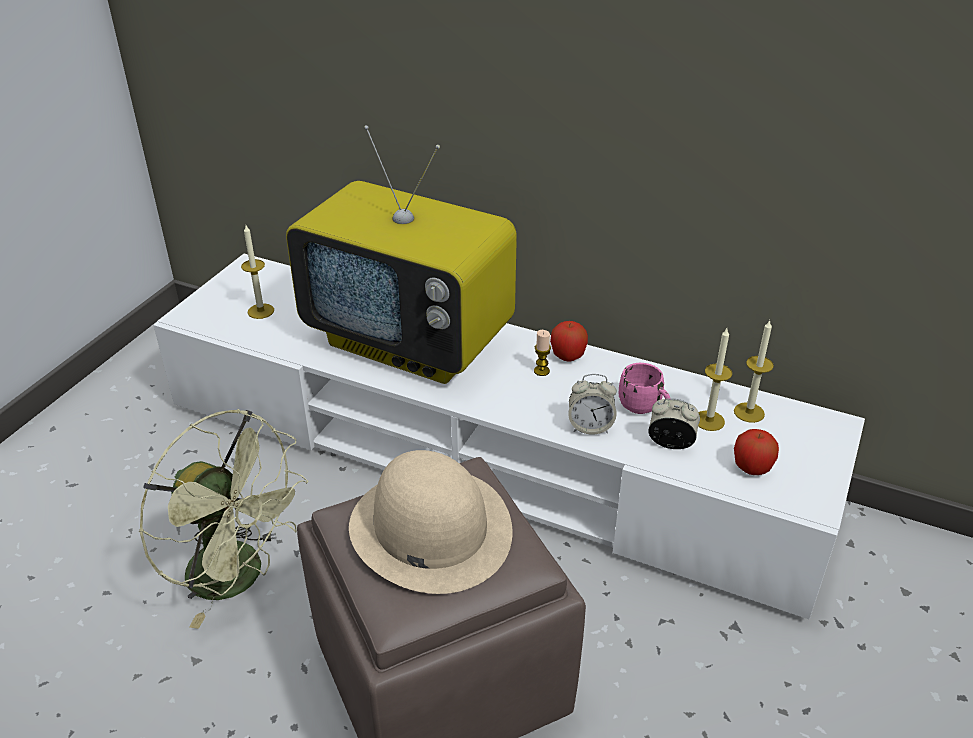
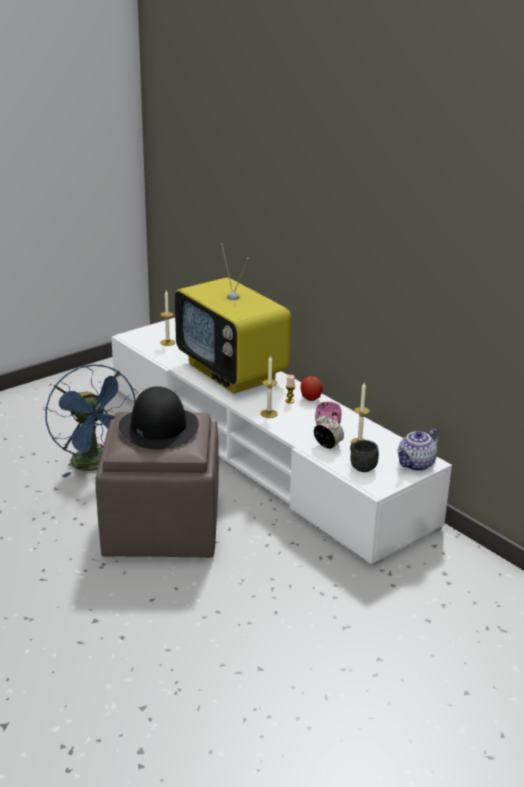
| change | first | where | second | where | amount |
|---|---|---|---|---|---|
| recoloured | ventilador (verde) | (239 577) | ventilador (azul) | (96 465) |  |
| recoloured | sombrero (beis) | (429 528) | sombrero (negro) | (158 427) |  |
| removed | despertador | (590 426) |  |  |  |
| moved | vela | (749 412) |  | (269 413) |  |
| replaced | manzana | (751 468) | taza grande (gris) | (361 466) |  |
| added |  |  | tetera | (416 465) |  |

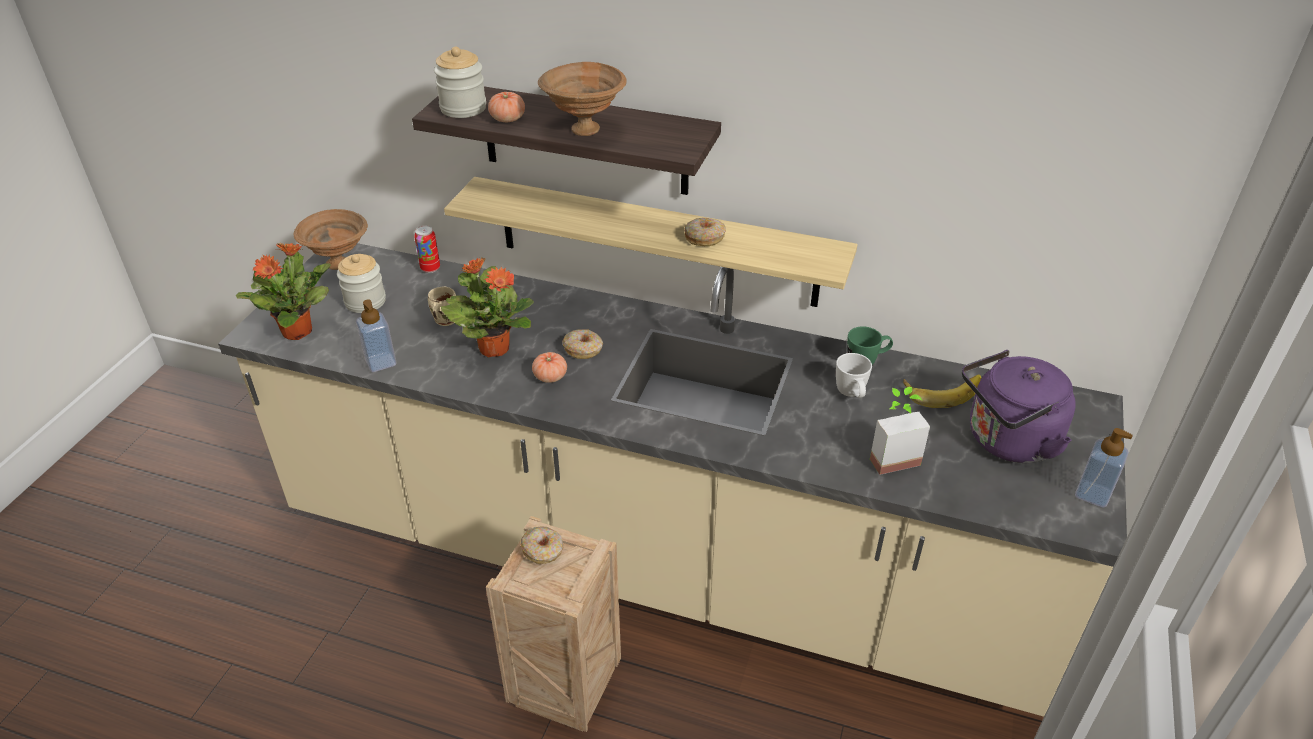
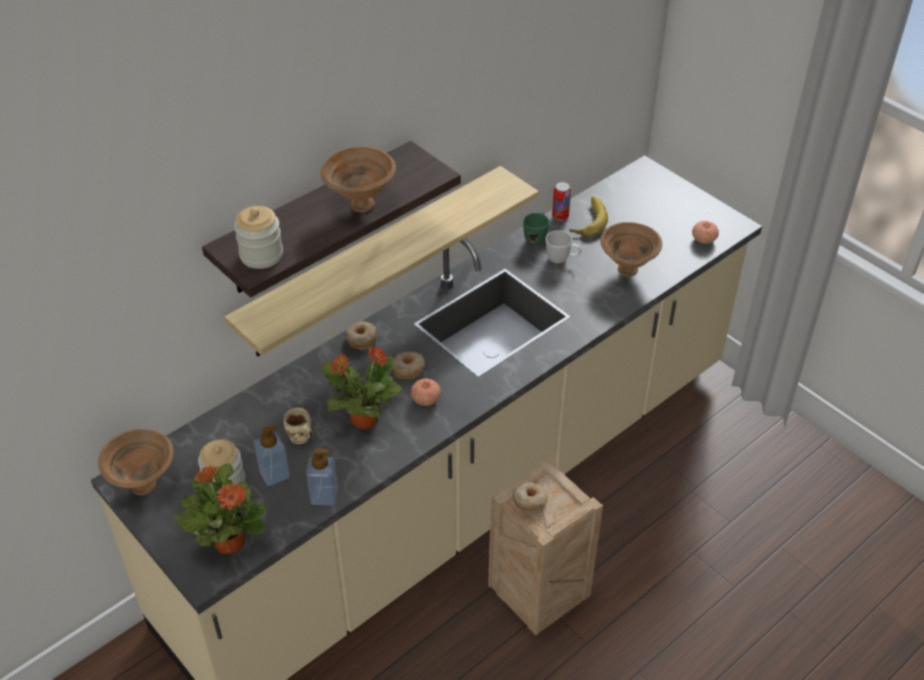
| change | first | where | second | where | amount |
|---|---|---|---|---|---|
| moved | lata | (430 268) |  | (560 216) |  |
| moved | tomate | (507 119) |  | (704 239) |  |
| moved | rosquilla | (704 237) |  | (361 339) |  |
| replaced | planta en maceta | (890 455) | cuenco (marrón) | (628 271) |  |
| removed | hervidor (morado) | (1007 441) |  |  |  |
| moved | dispensador de jabón | (1092 494) |  | (274 474) |  |

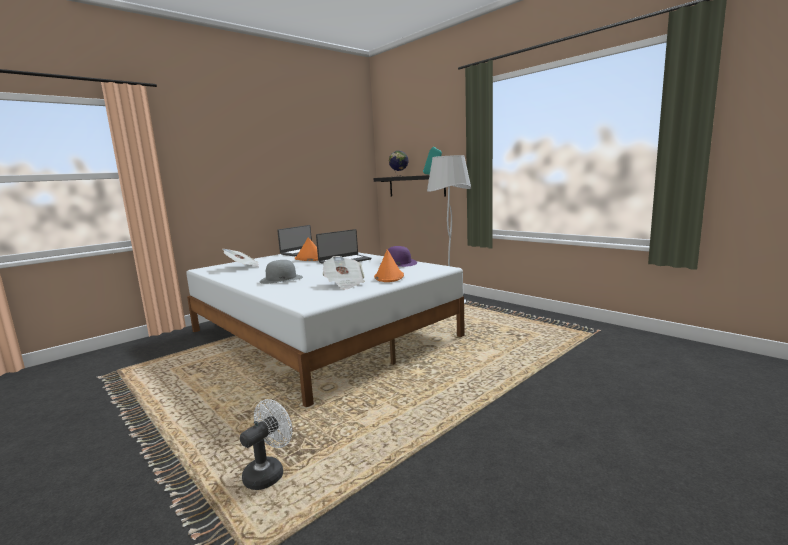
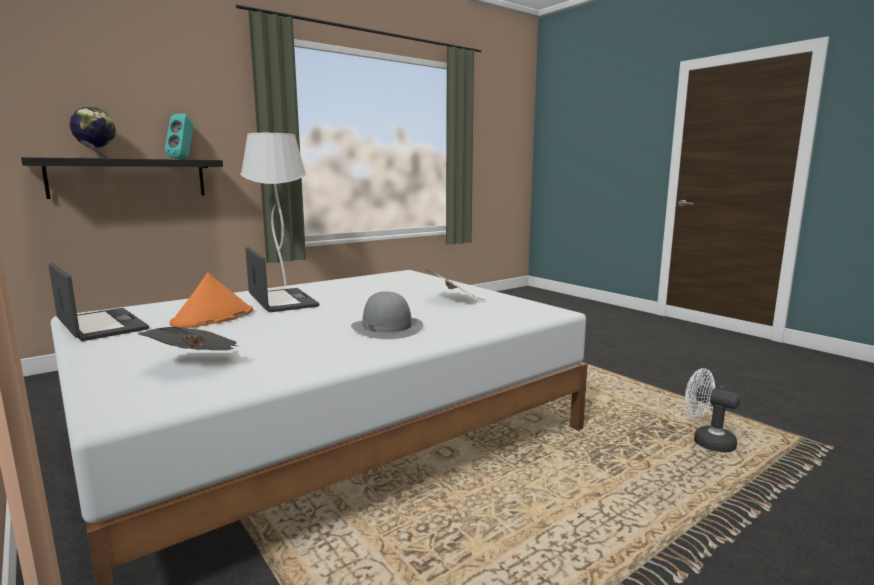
| change | first | where | second | where | amount |
|---|---|---|---|---|---|
| removed | sombrero (naranja) | (389 277) |  |  |  |
| removed | sombrero (morado) | (398 263) |  |  |  |

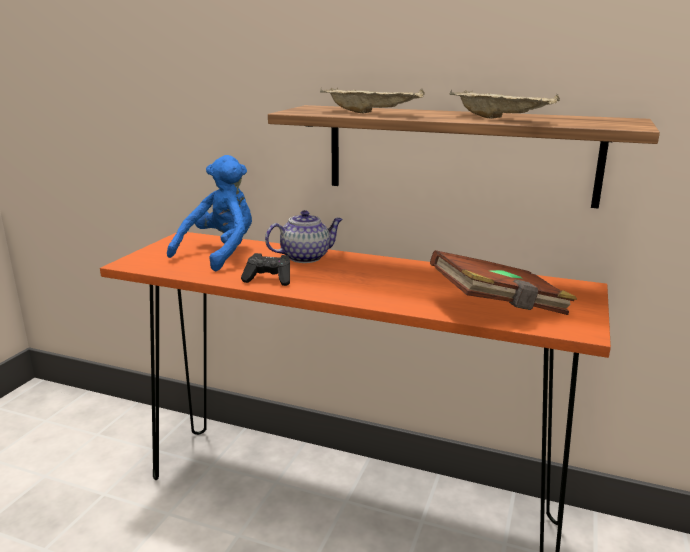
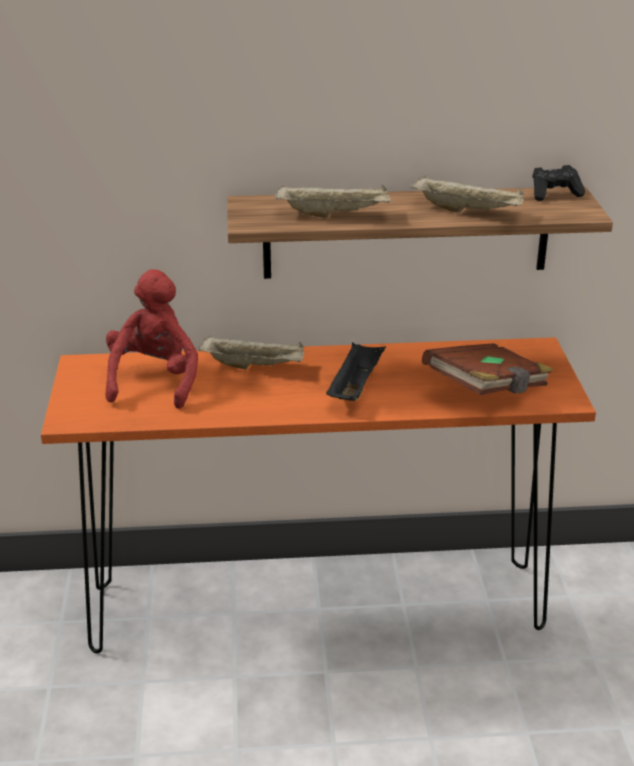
| change | first | where | second | where | amount |
|---|---|---|---|---|---|
| recoloured | peluche (azul) | (220 253) | peluche (rojo) | (155 380) |  |
| moved | mando de consola (negro) | (269 279) |  | (554 194) |  |
| replaced | tetera | (306 257) | bandeja (beis) | (254 365) |  |
| added |  |  | bandeja (negro) | (355 387) |  |

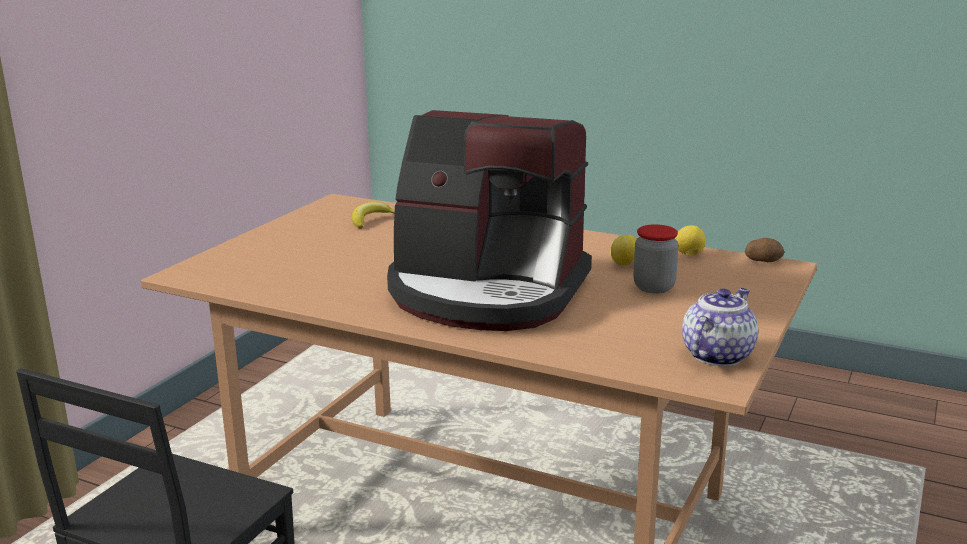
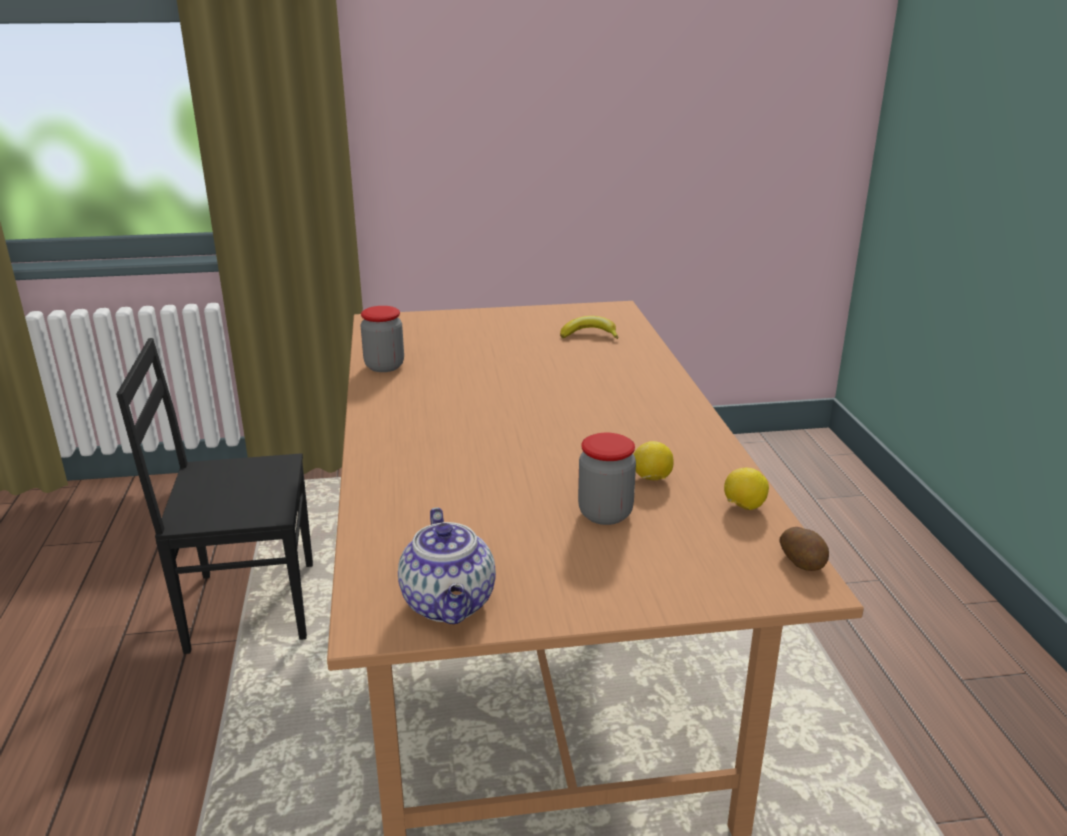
| change | first | where | second | where | amount |
|---|---|---|---|---|---|
| removed | cafetera | (487 292) |  |  |  |
| turned | tetera | (717 355) |  | (450 604) | 75 degrees clockwise |
| added |  |  | tarro | (384 366) |  |

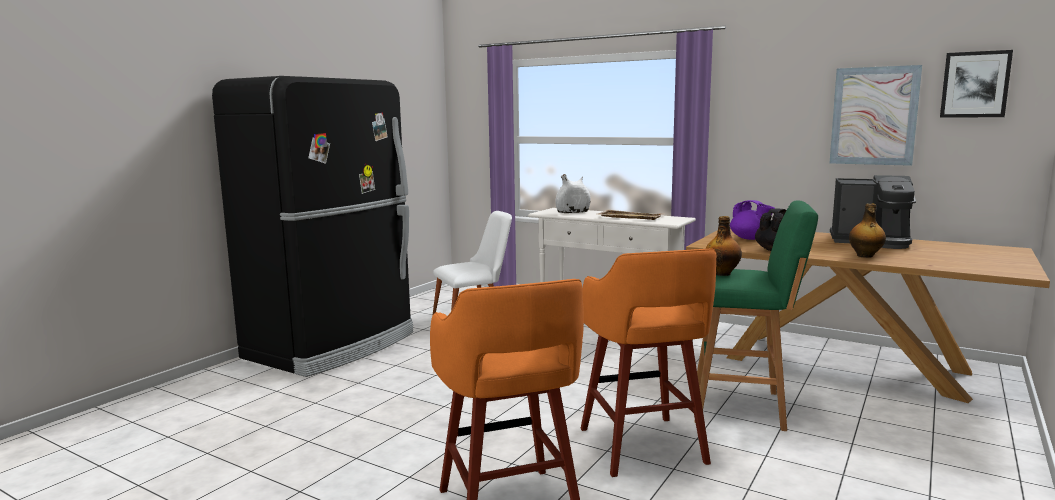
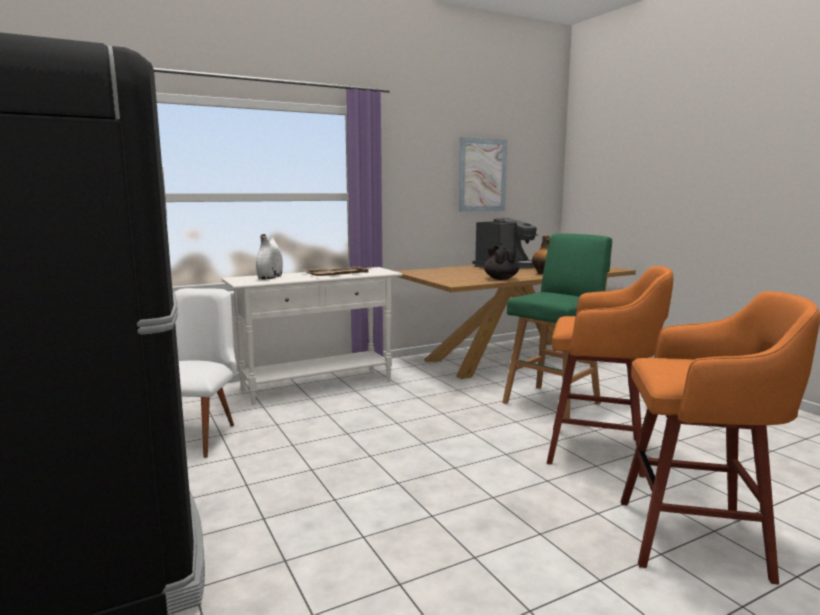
| change | first | where | second | where | amount |
|---|---|---|---|---|---|
| removed | botella | (722 273) |  |  |  |
| removed | tetera (morado) | (750 238) |  |  |  |
| removed | cuadro | (975 84) |  |  |  |

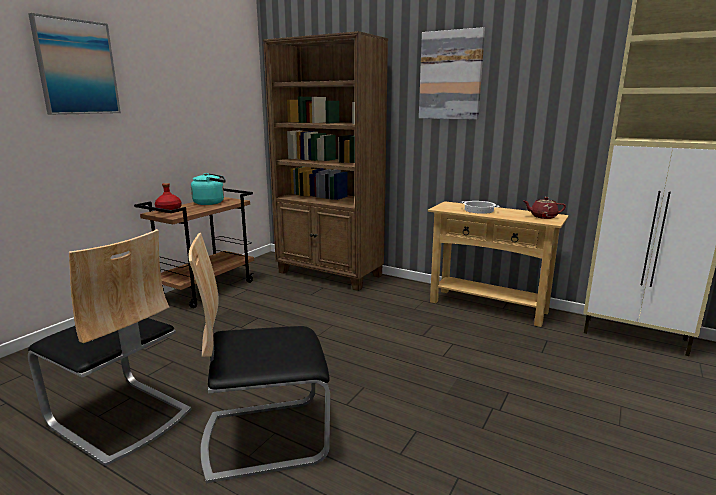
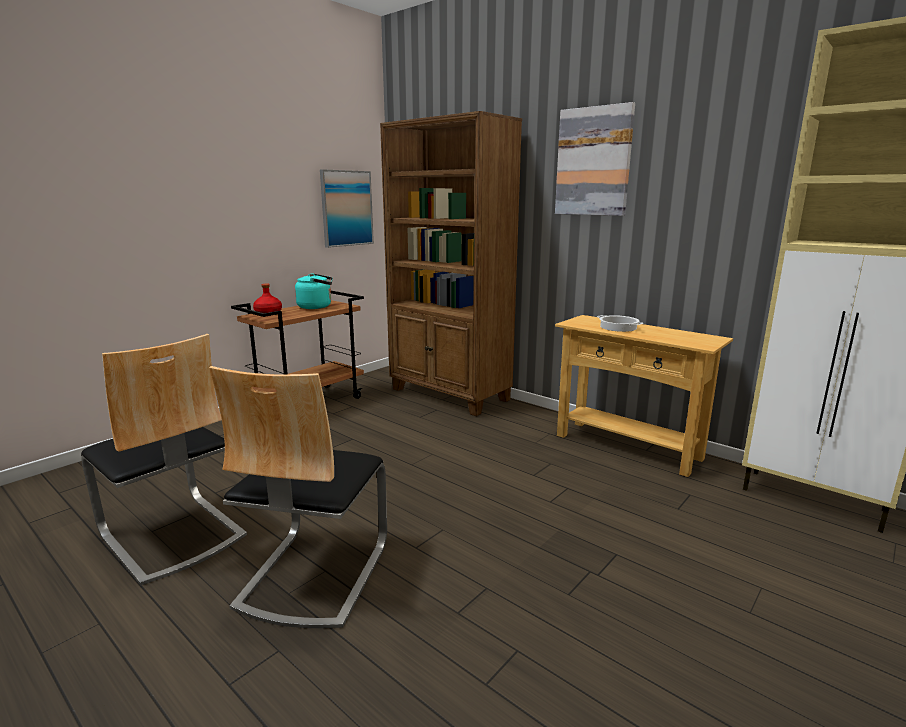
| change | first | where | second | where | amount |
|---|---|---|---|---|---|
| moved | cuadro | (76 67) |  | (346 208) |  |
| turned | silla | (265 436) |  | (313 573) | 75 degrees counterclockwise |
| removed | tetera (rojo) | (543 217) |  |  |  |

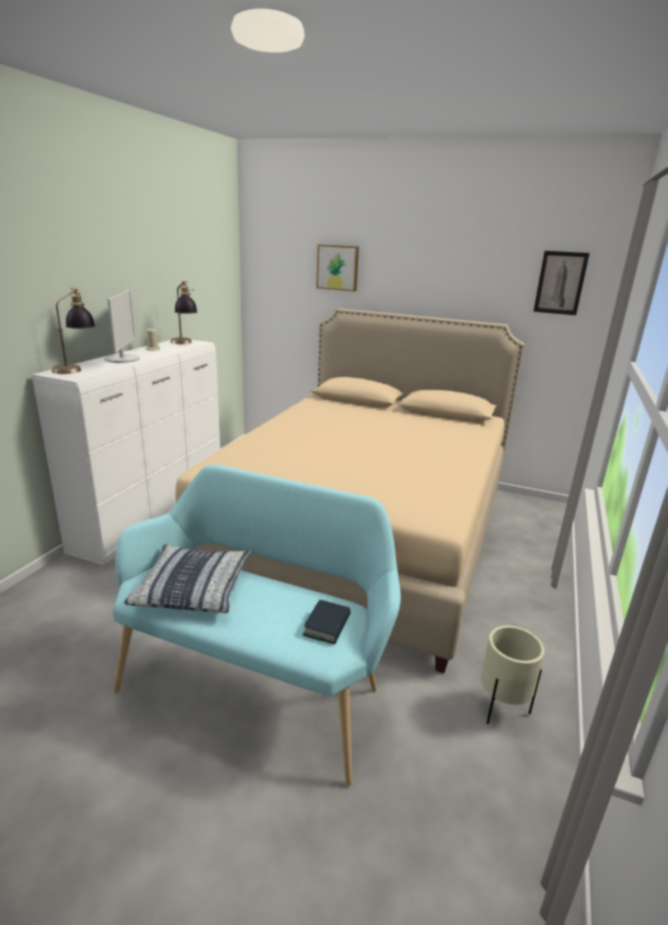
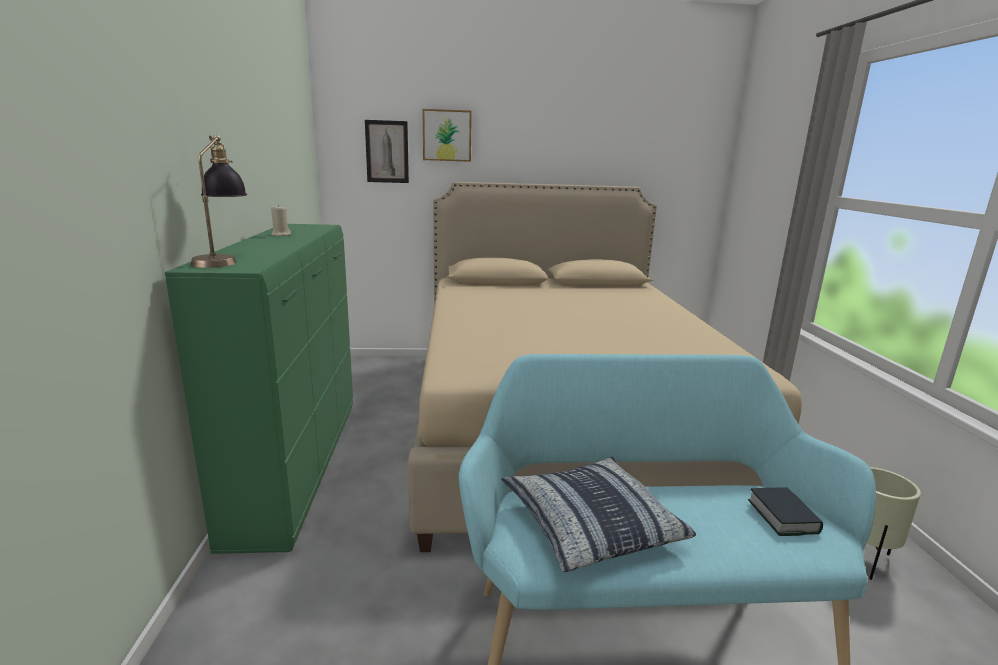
| change | first | where | second | where | amount |
|---|---|---|---|---|---|
| recoloured | cómoda (blanco) | (155 515) | cómoda (verde) | (300 466) |  |
| removed | monitor | (122 359) |  |  |  |
| removed | lámpara de mesa | (184 344) |  |  |  |
| moved | cuadro | (560 283) |  | (387 152) |  |

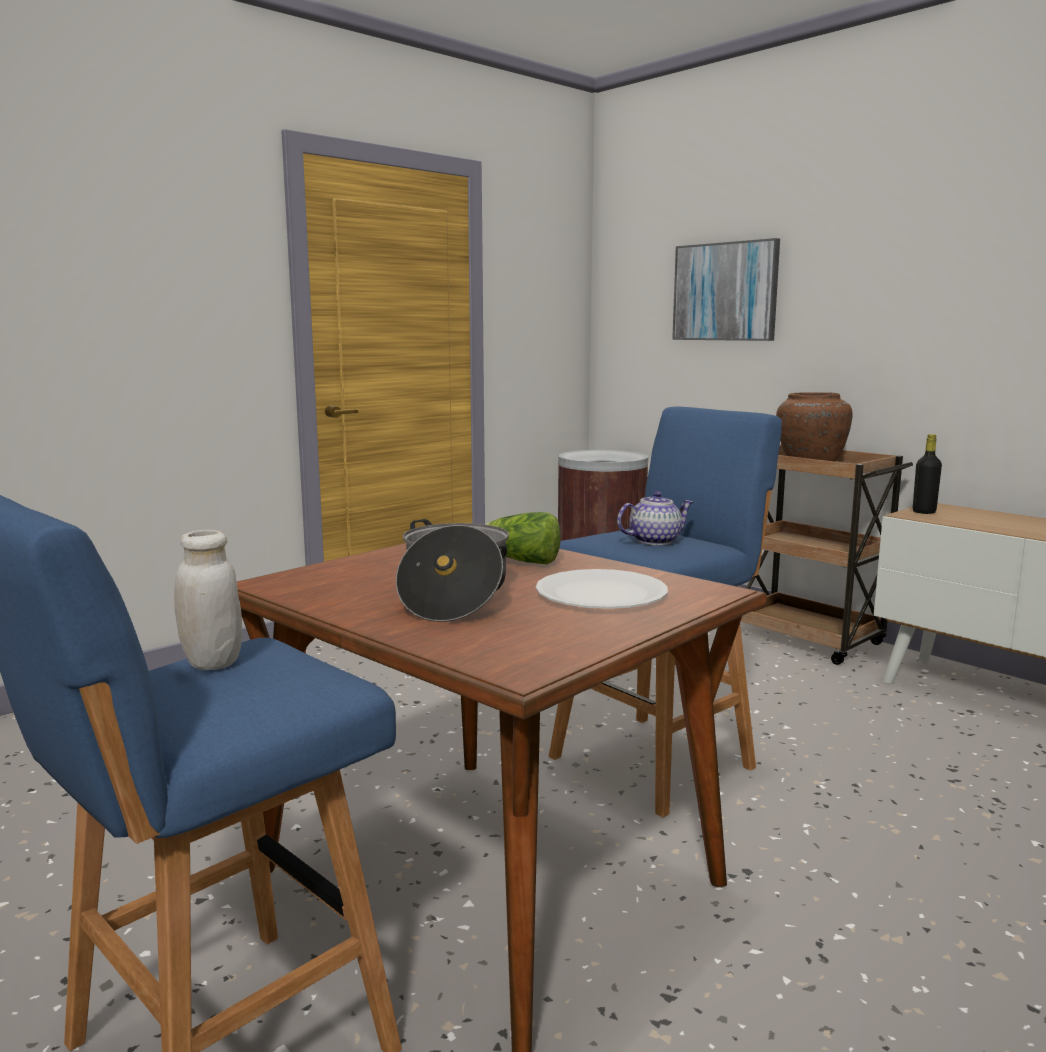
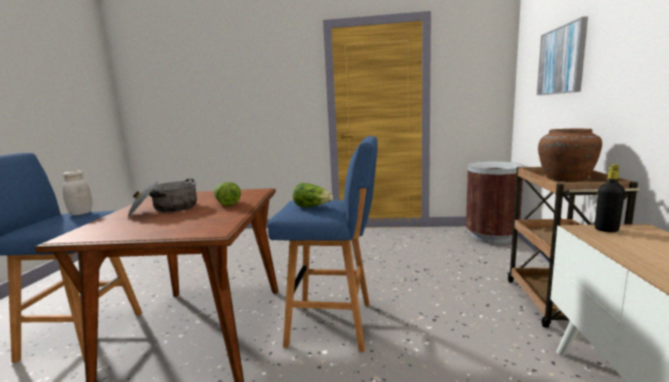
| change | first | where | second | where | amount |
|---|---|---|---|---|---|
| removed | plato (blanco) | (601 593) |  |  |  |
| replaced | tetera | (654 541) | lechuga | (312 207) |  |

